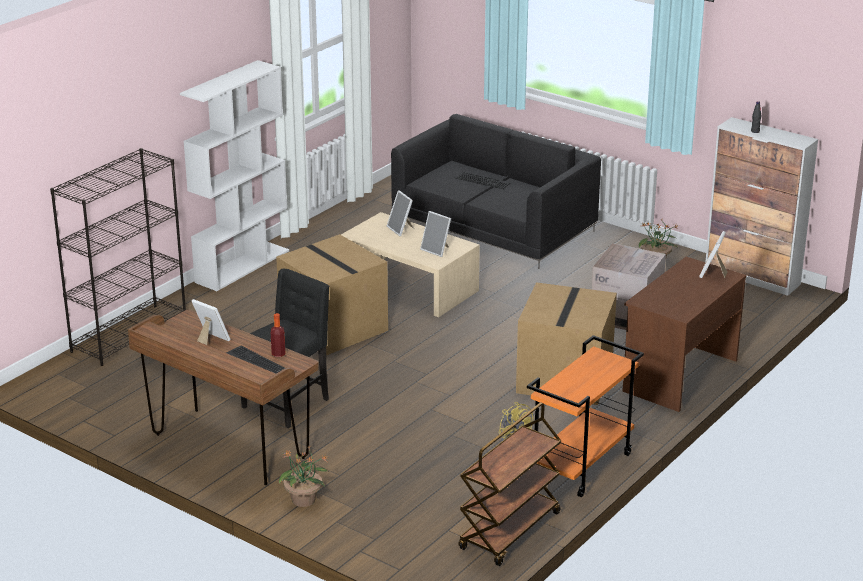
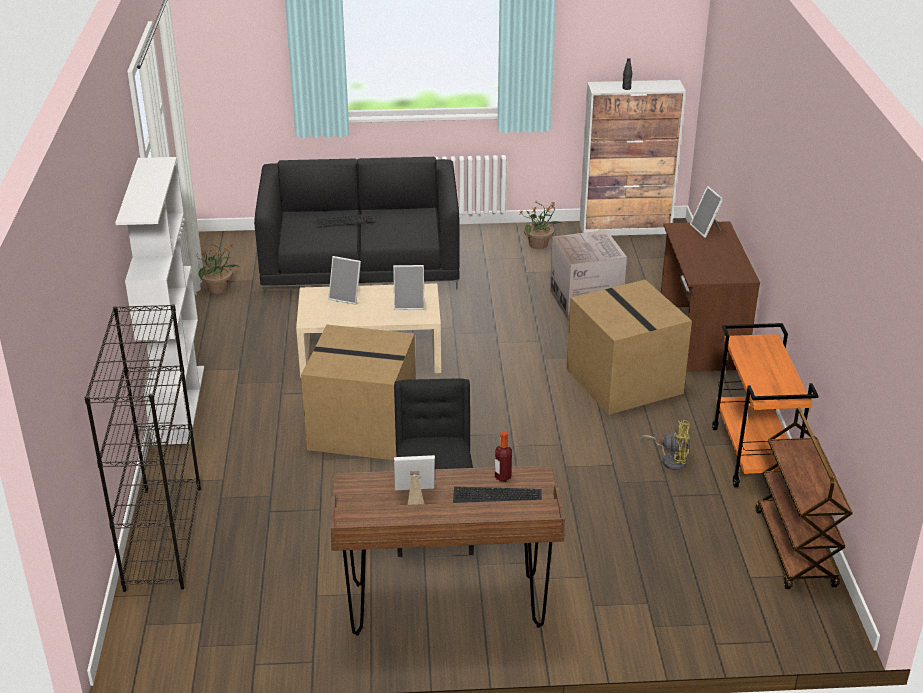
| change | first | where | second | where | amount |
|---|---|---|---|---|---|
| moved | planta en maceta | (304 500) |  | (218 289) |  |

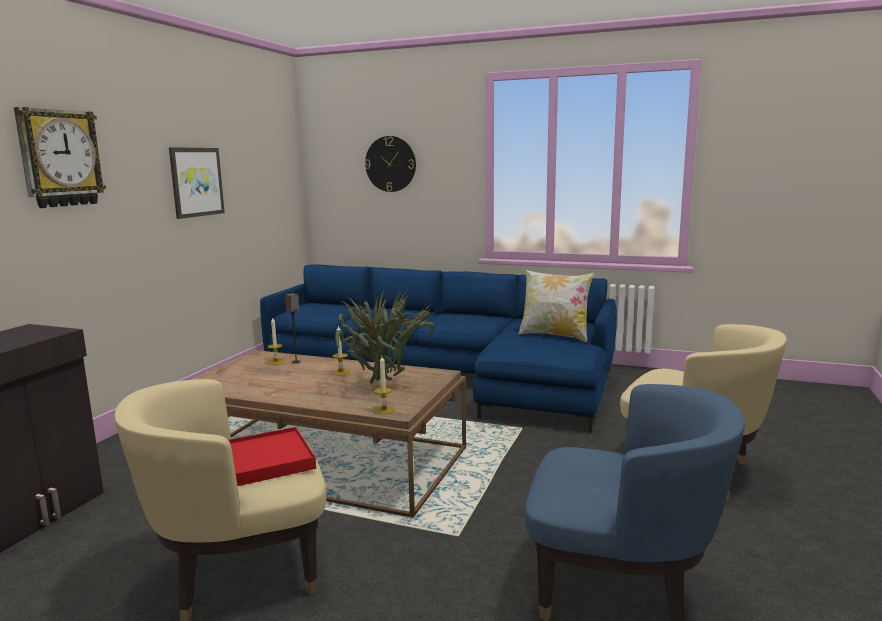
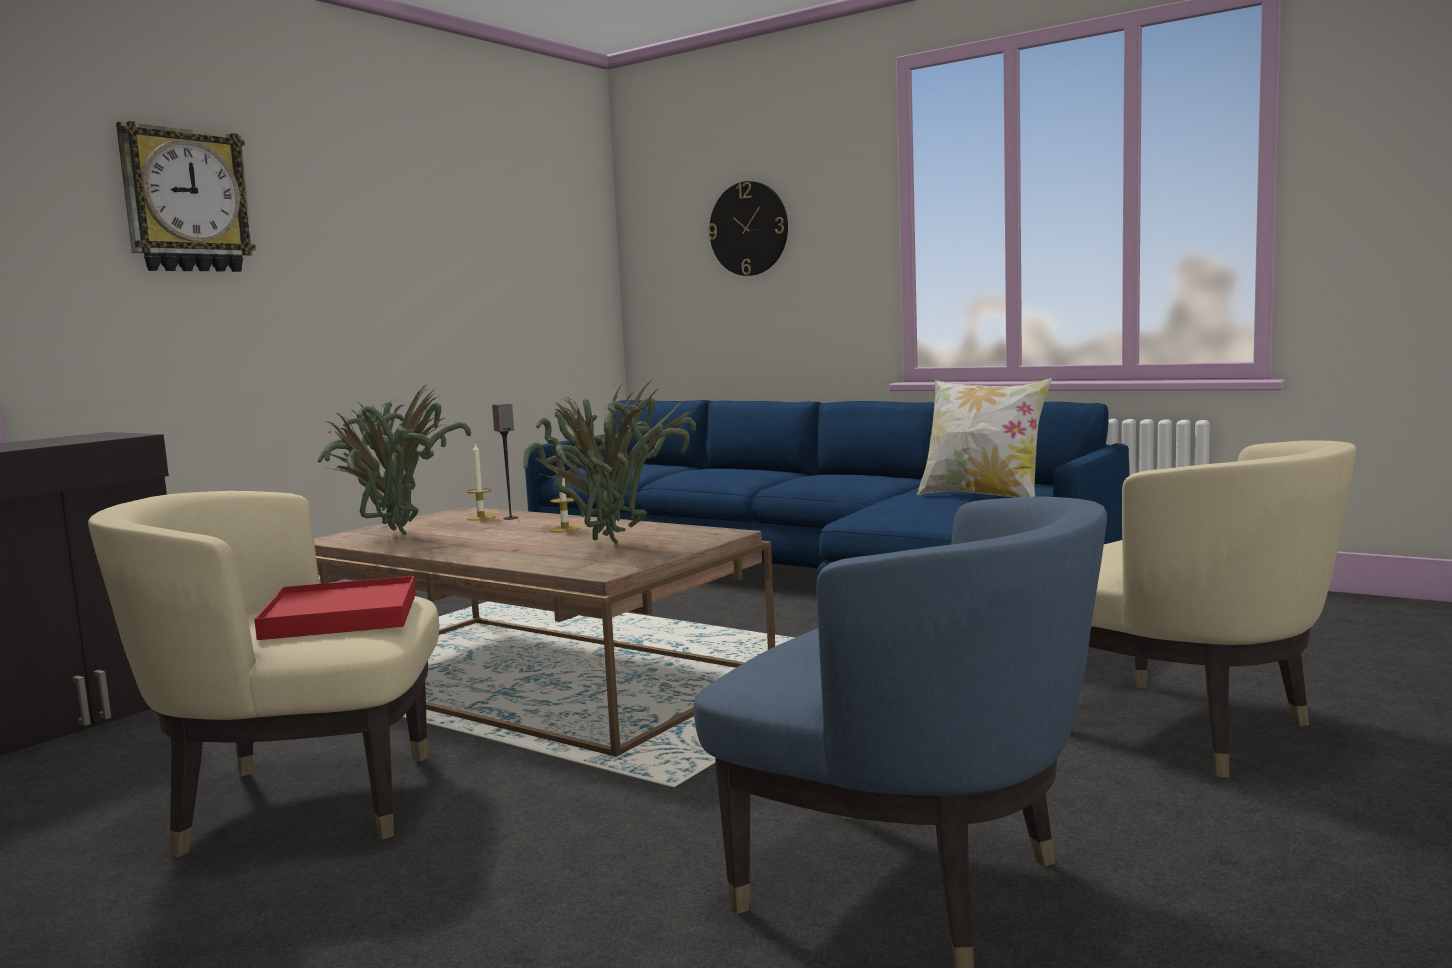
| change | first | where | second | where | amount |
|---|---|---|---|---|---|
| removed | cuadro | (196 182) |  |  |  |
| removed | vela | (384 410) |  |  |  |
| added |  |  | planta en maceta | (396 536) |  |

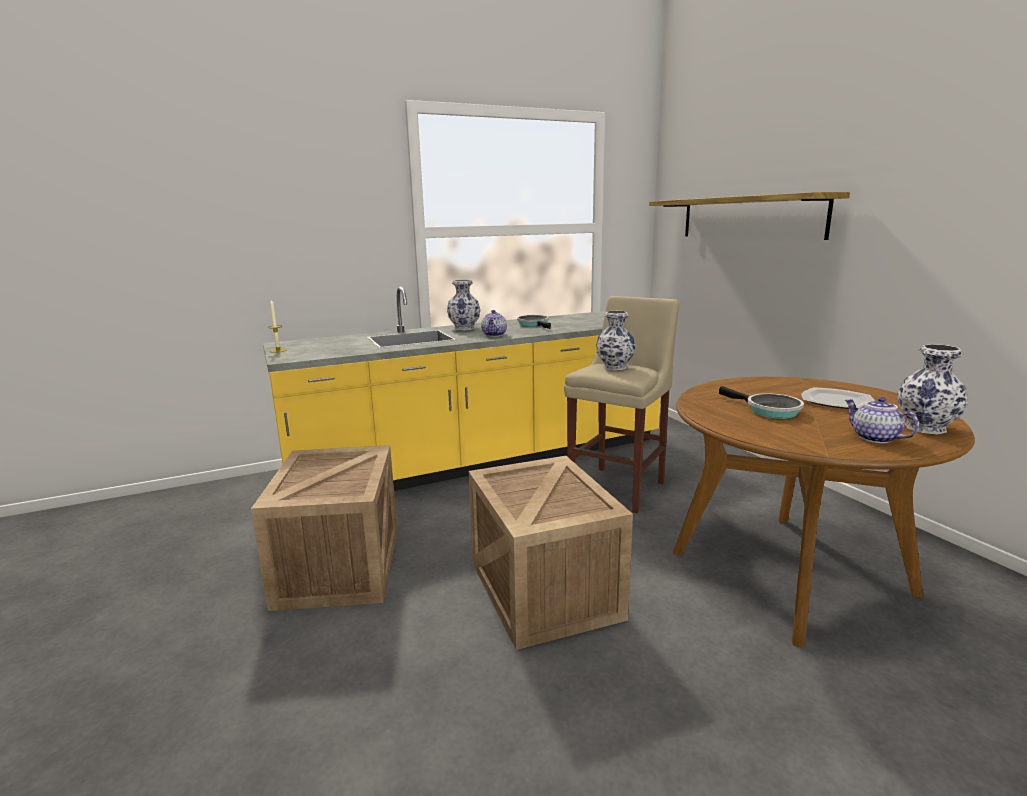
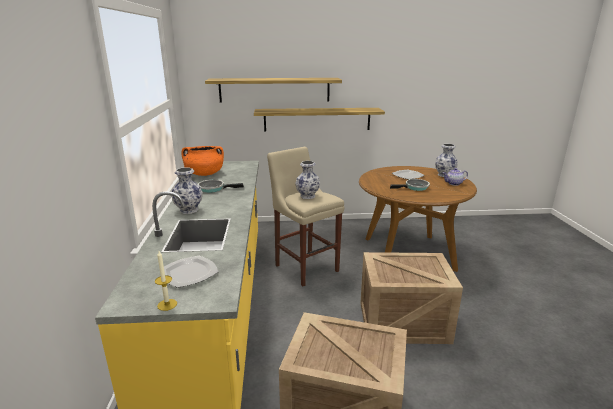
| change | first | where | second | where | amount |
|---|---|---|---|---|---|
| removed | tetera | (494 335) |  |  |  |
| added |  |  | plato | (188 273) |  |
| added |  |  | olla (naranja) | (204 174) |  |
| added |  |  | estante | (317 119) |  |

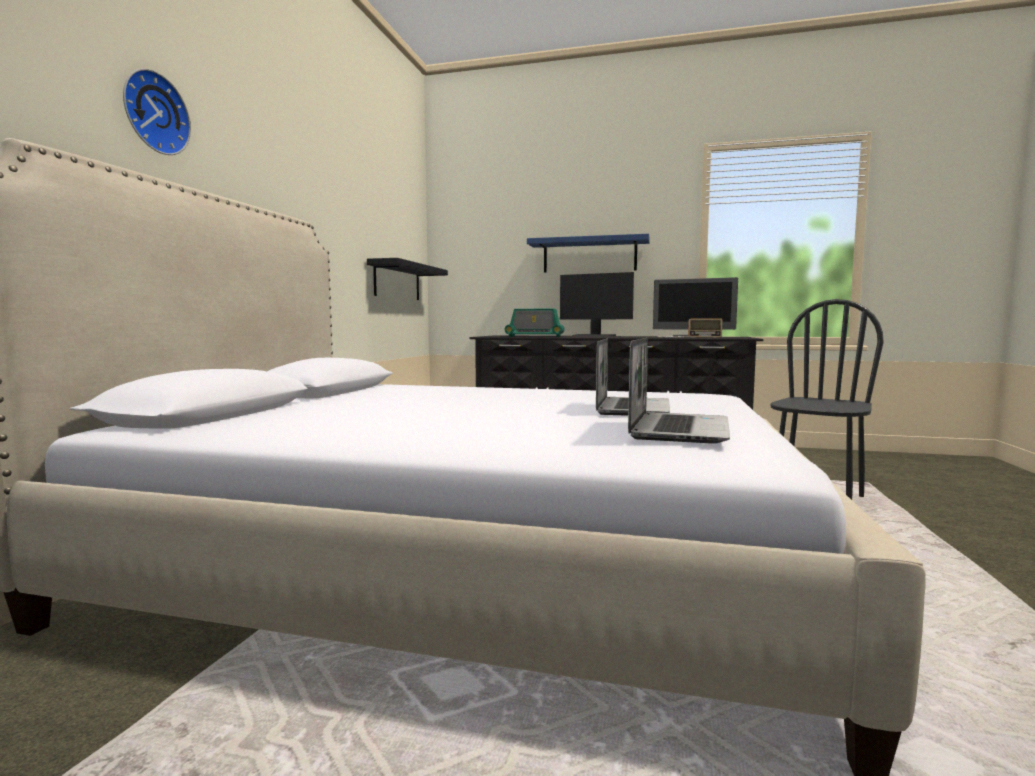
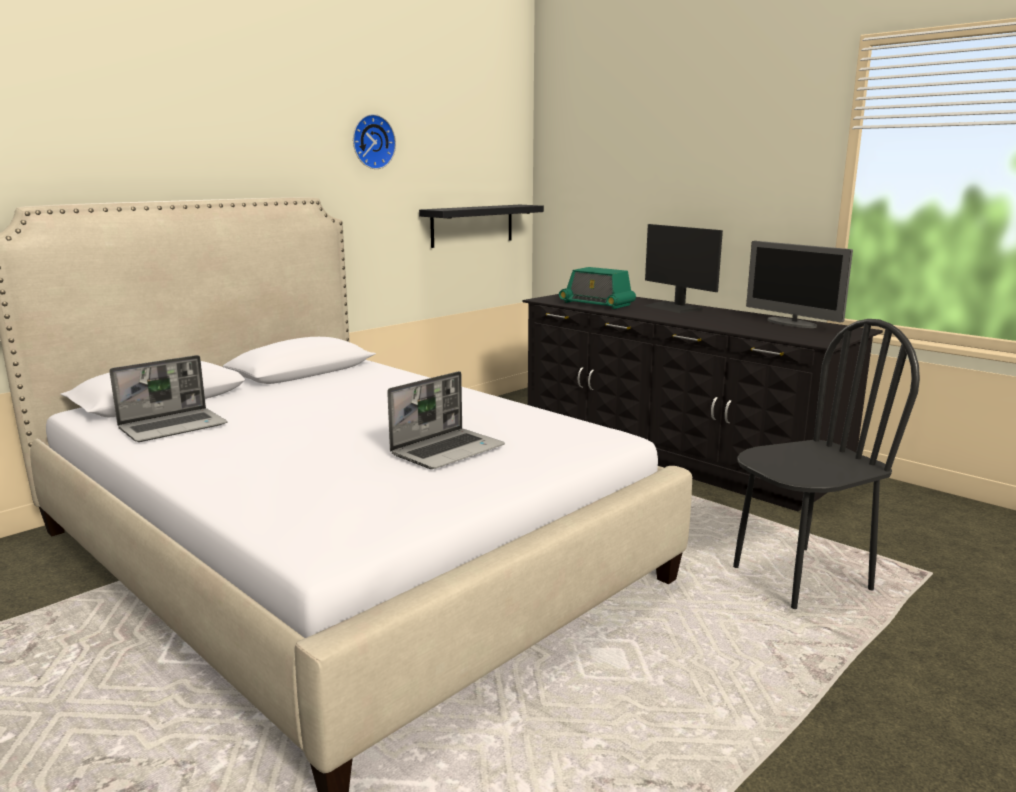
| change | first | where | second | where | amount |
|---|---|---|---|---|---|
| moved | reloj de pared | (153 113) |  | (372 142) |  |
| removed | estante (azul) | (589 255) |  |  |  |
| moved | portátil | (678 430) |  | (174 427) |  |
| removed | radio | (687 337) |  |  |  |

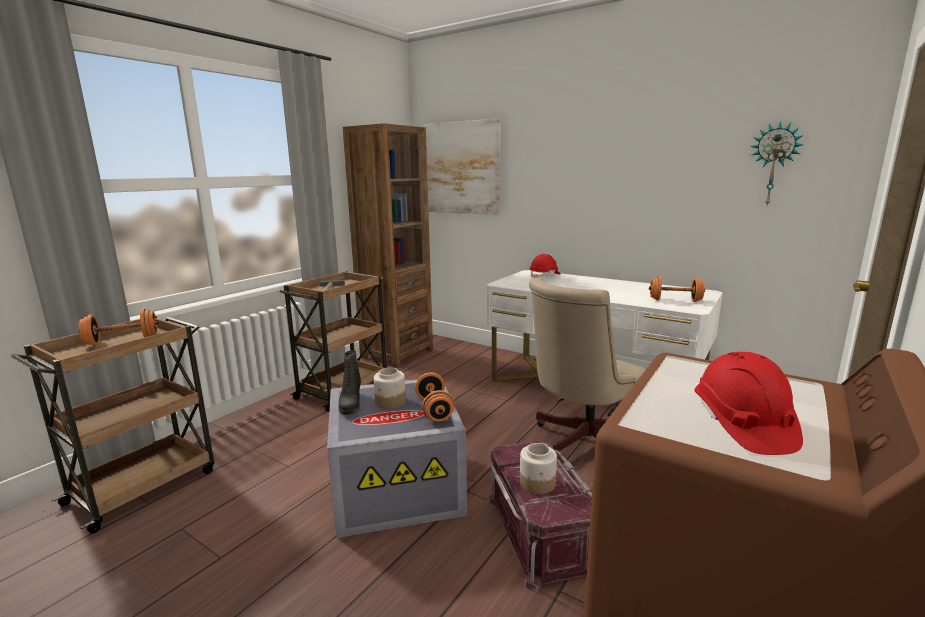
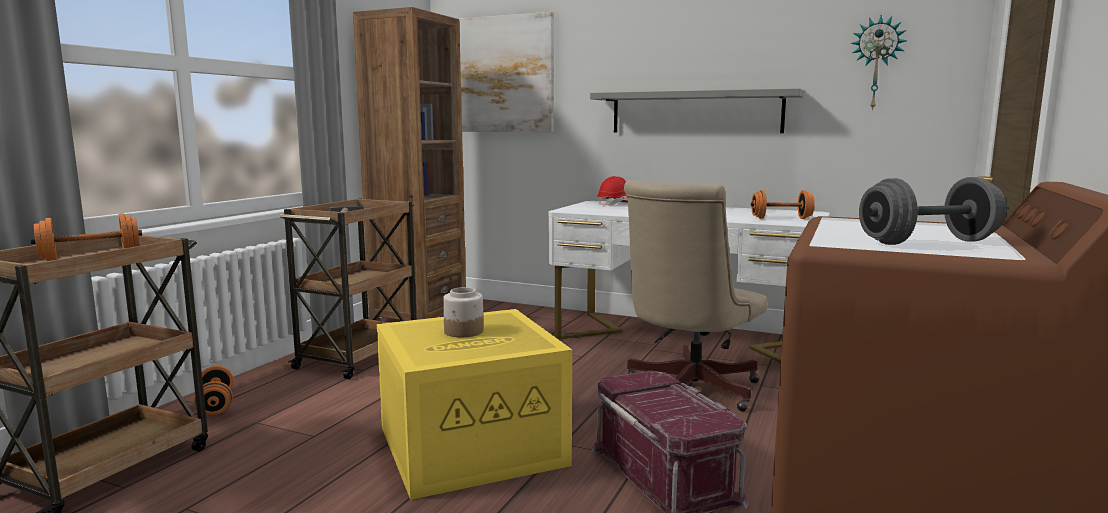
| change | first | where | second | where | amount |
|---|---|---|---|---|---|
| recoloured | caja de almacenaje (gris) | (398 485) | caja de almacenaje (amarillo) | (473 444) |  |
| removed | bota (negro) | (350 404) |  |  |  |
| moved | mancuerna (naranja) | (434 410) |  | (216 405) |  |
| removed | tarro | (537 483) |  |  |  |
| replaced | casco (rojo) | (742 425) | mancuerna (gris) | (928 242) |  |
| added |  |  | estante (gris) | (695 112) |  |

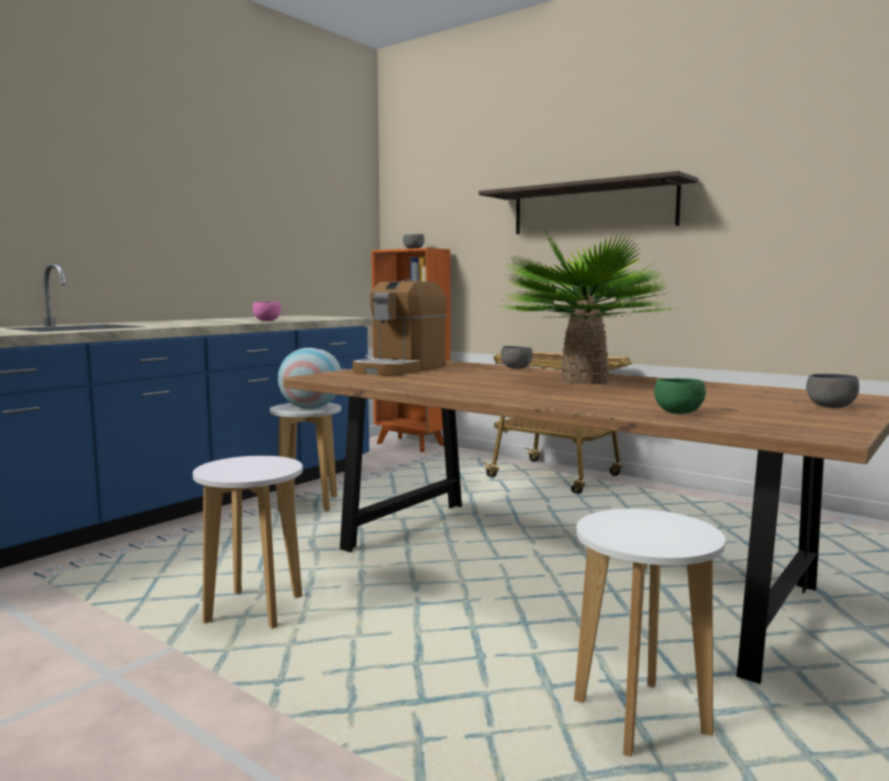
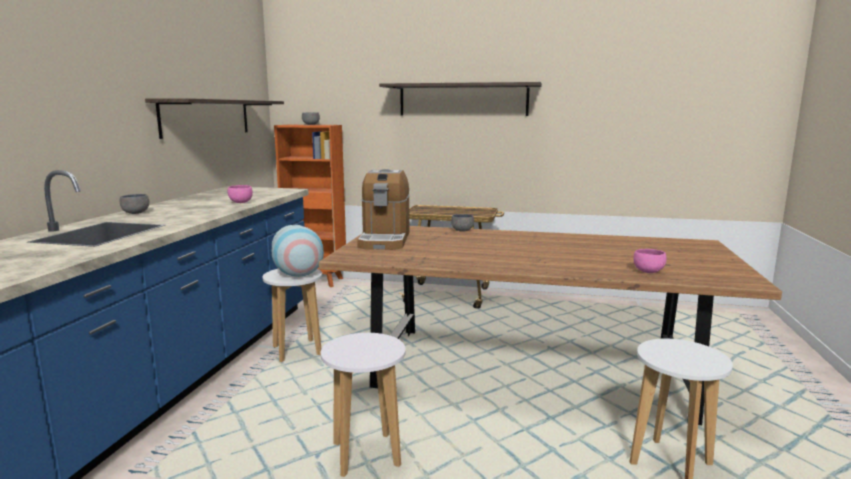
| change | first | where | second | where | amount |
|---|---|---|---|---|---|
| removed | planta en maceta | (584 381) |  |  |  |
| recoloured | cuenco (verde) | (677 412) | cuenco (rosa) | (647 271) |  |
| moved | cuenco (gris) | (828 407) |  | (135 213) |  |
| added |  |  | estante | (206 117) |  |

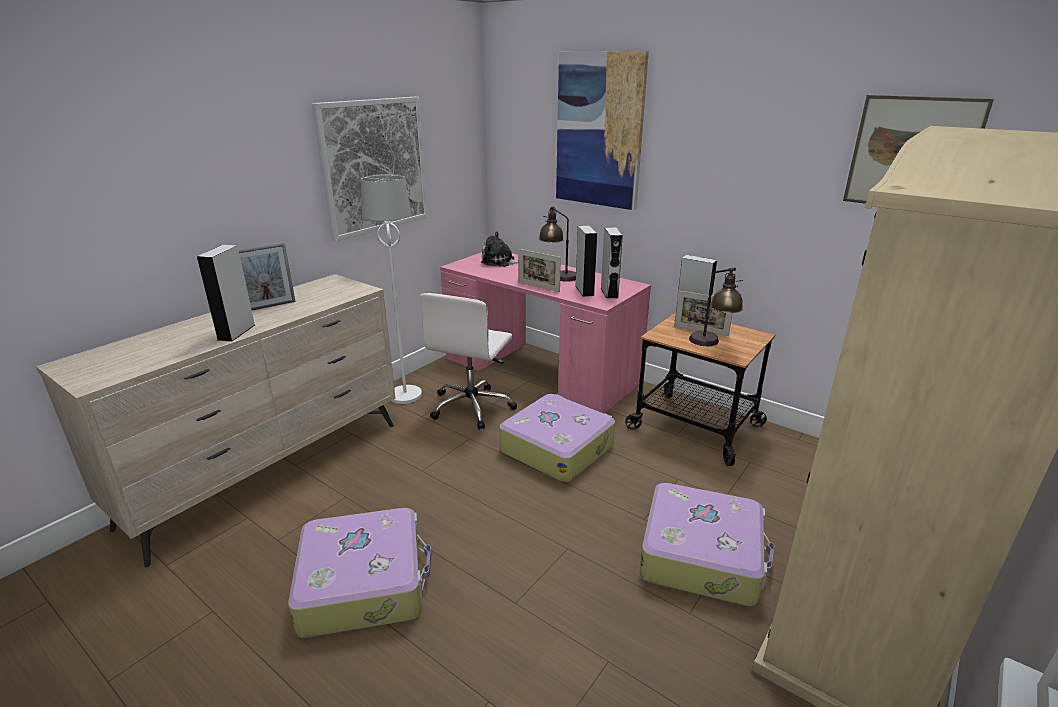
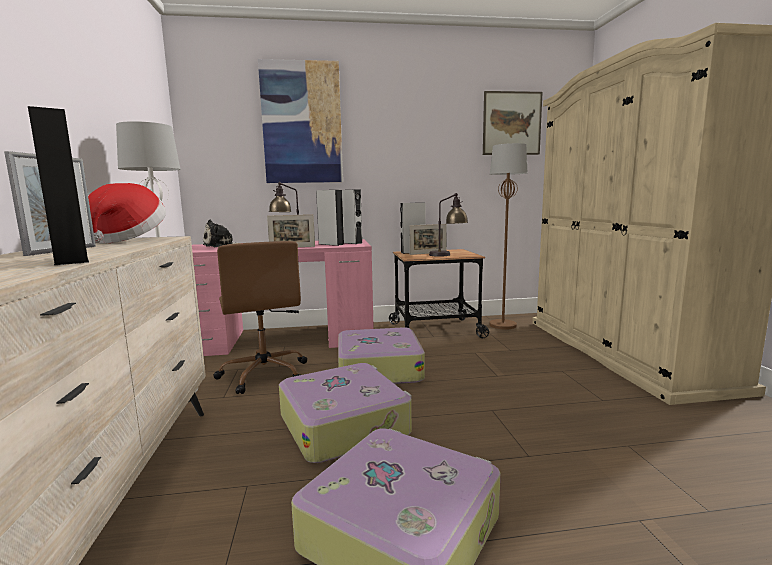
| change | first | where | second | where | amount |
|---|---|---|---|---|---|
| removed | cuadro | (374 166) |  |  |  |
| recoloured | silla de oficina (blanco) | (472 407) | silla de oficina (marrón) | (264 374) |  |
| moved | maleta | (702 555) |  | (344 424) |  |
| added |  |  | sombrero | (126 240) |  |
| added |  |  | lámpara de pie (marrón) | (503 325) |  |

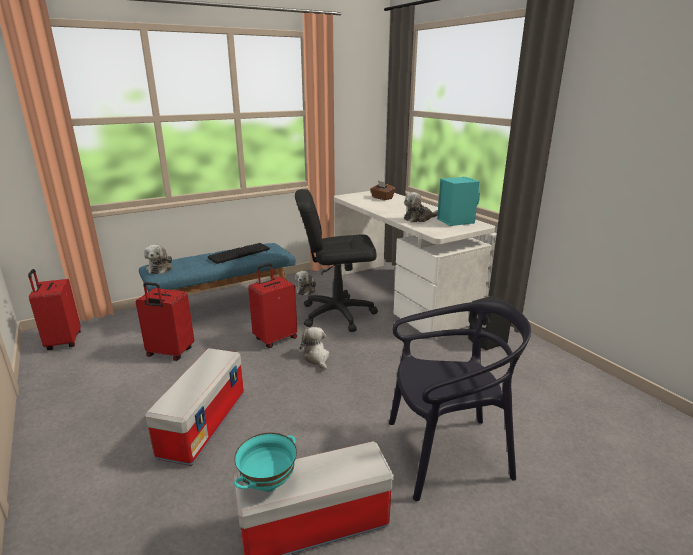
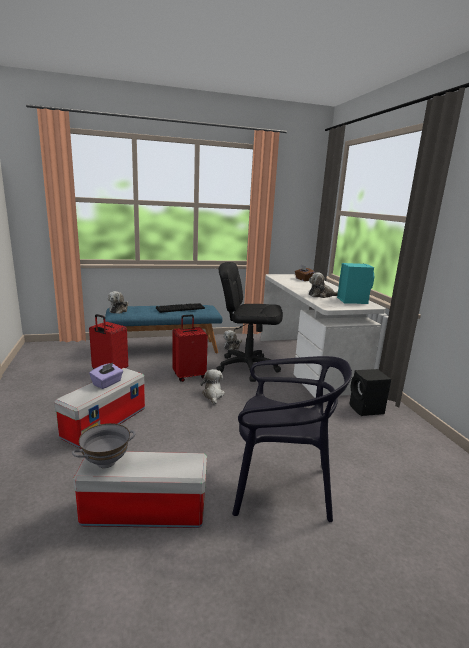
| change | first | where | second | where | amount |
|---|---|---|---|---|---|
| removed | maleta (rojo) | (63 342) |  |  |  |
| recoloured | cuenco (turquesa) | (268 482) | cuenco (gris) | (106 462) |  |
| added |  |  | caja de pañuelos (morado) | (107 383) |  |

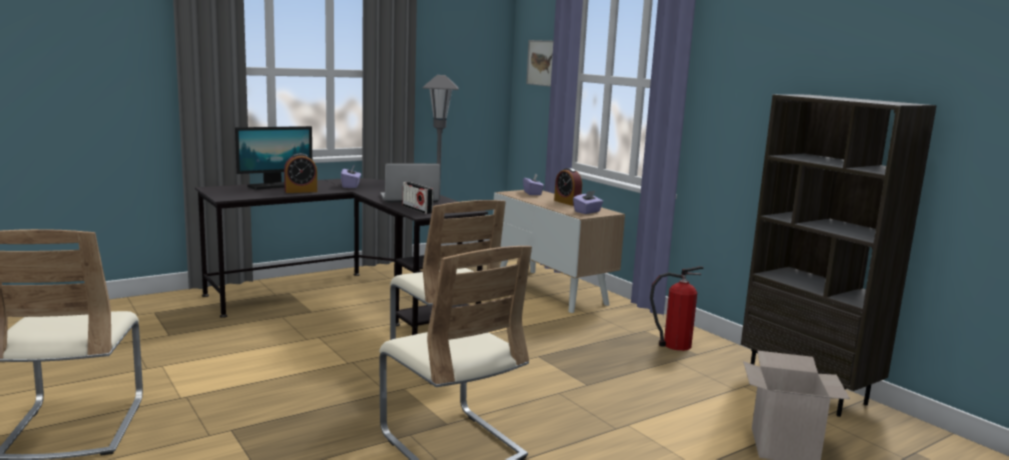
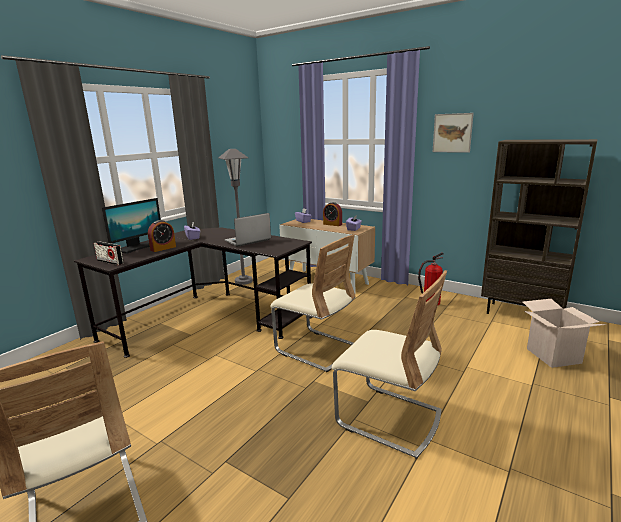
| change | first | where | second | where | amount |
|---|---|---|---|---|---|
| moved | radio | (417 209) |  | (110 262) |  |
| moved | cuadro | (542 63) |  | (452 133) |  |

